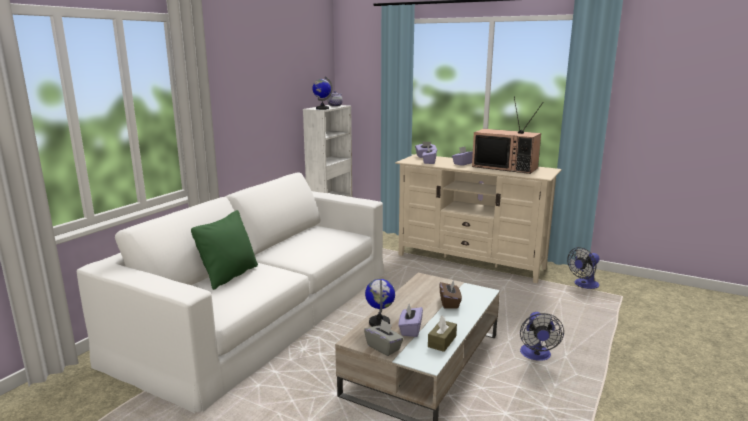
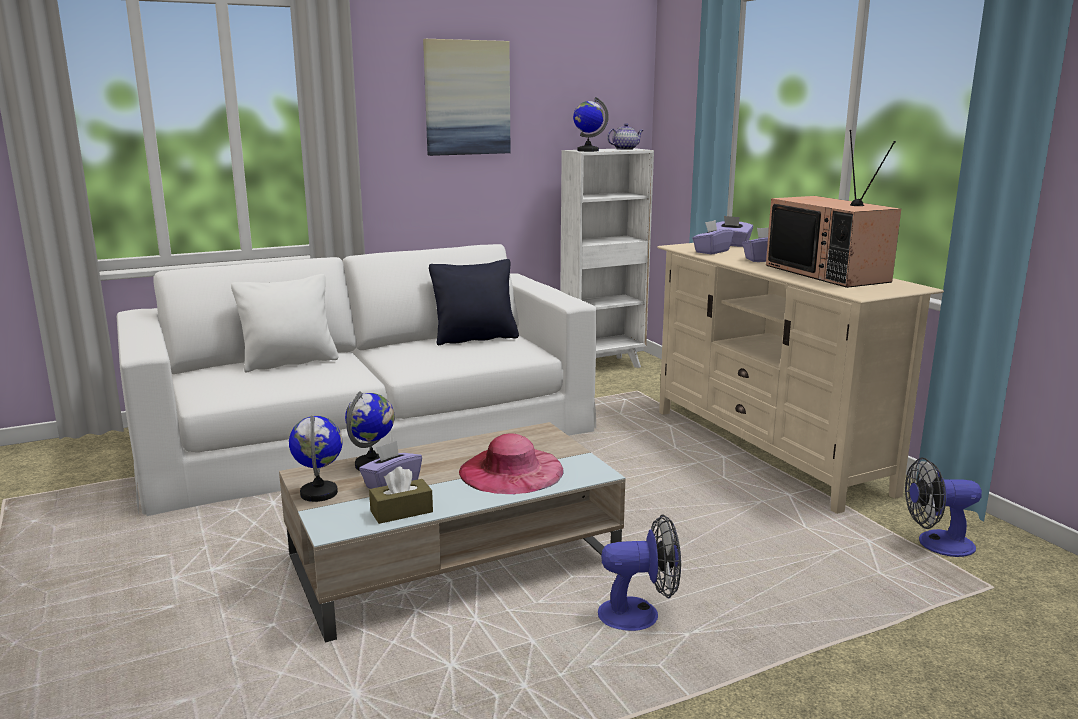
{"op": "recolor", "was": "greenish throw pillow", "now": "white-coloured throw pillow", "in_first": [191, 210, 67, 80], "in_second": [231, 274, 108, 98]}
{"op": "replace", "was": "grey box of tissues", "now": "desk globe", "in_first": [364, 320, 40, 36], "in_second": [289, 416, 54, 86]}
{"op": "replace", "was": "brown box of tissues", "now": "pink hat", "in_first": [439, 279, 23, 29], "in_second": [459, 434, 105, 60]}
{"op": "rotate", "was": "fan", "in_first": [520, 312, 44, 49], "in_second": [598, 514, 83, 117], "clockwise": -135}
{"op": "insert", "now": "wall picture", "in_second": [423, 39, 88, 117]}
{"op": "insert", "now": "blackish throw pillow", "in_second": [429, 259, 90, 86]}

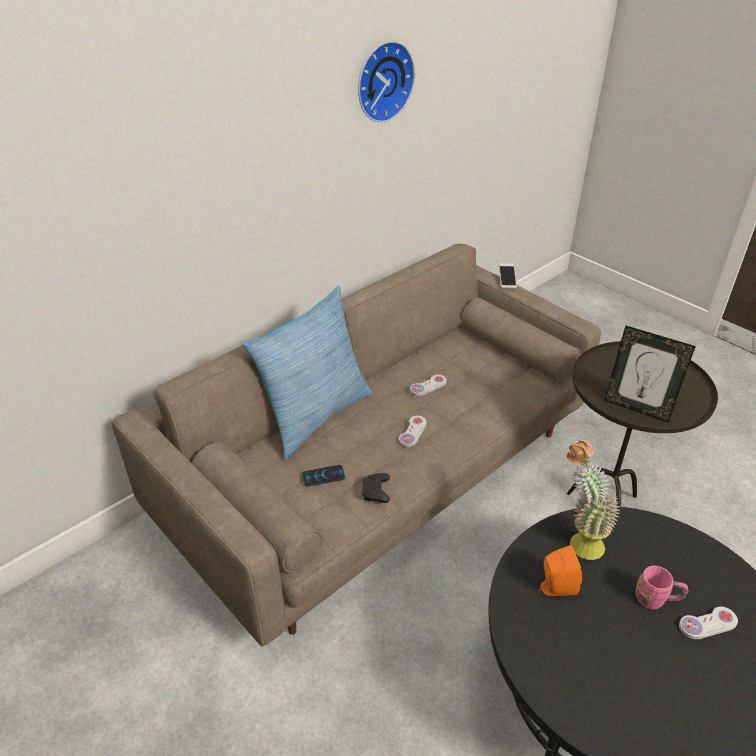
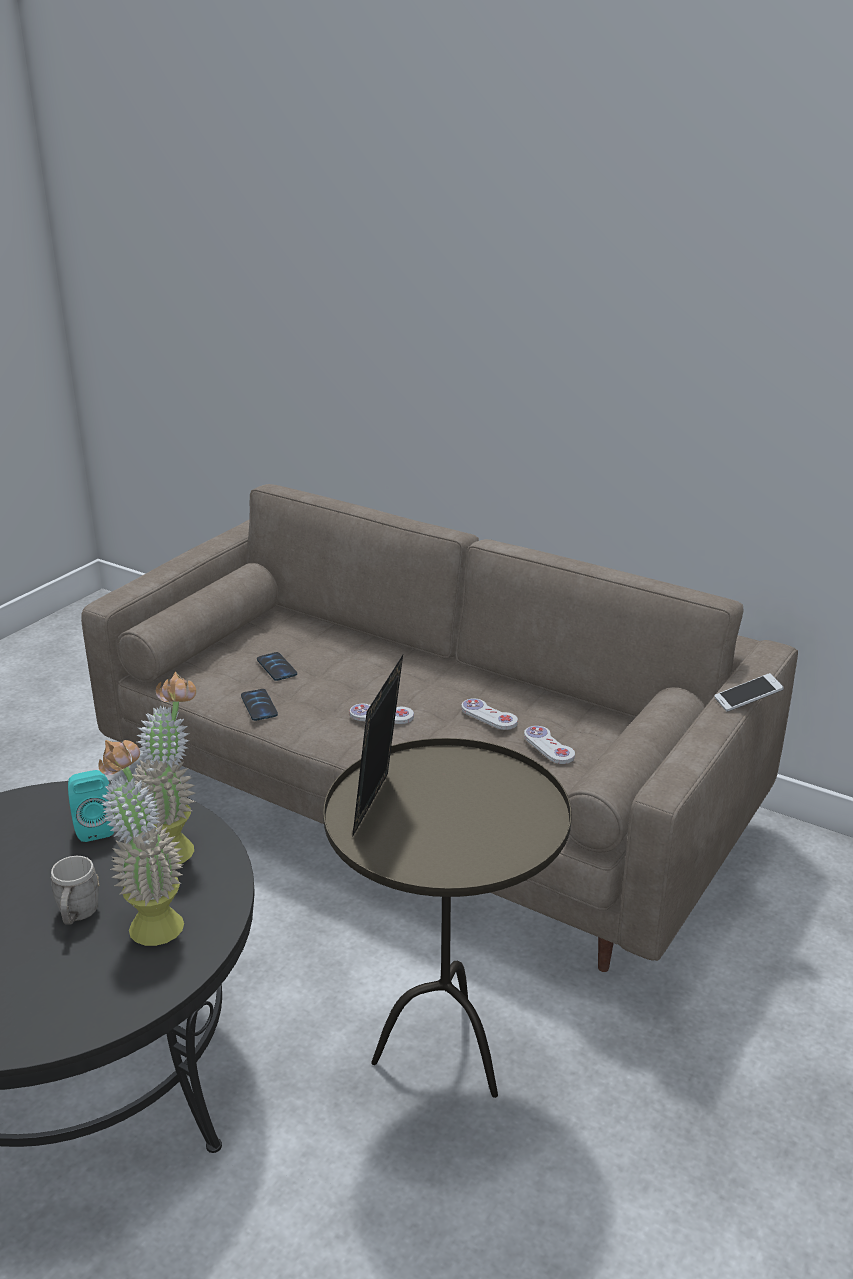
{"op": "delete", "was": "throw pillow", "in_first": [242, 286, 131, 174]}
{"op": "delete", "was": "wall clock", "in_first": [358, 41, 57, 82]}
{"op": "replace", "was": "blackish game controller", "now": "handset", "in_first": [362, 473, 28, 30], "in_second": [241, 689, 37, 32]}
{"op": "recolor", "was": "orangey speaker", "now": "turquoise-coloured speaker", "in_first": [539, 545, 43, 51], "in_second": [68, 770, 46, 72]}
{"op": "recolor", "was": "pink coffee mug", "now": "grey coffee mug", "in_first": [635, 566, 53, 44], "in_second": [51, 856, 49, 69]}
{"op": "move", "was": "white-coloured game controller", "in_first": [679, 607, 59, 32], "in_second": [524, 726, 51, 38]}
{"op": "insert", "now": "plant in a pot", "in_second": [98, 740, 86, 206]}

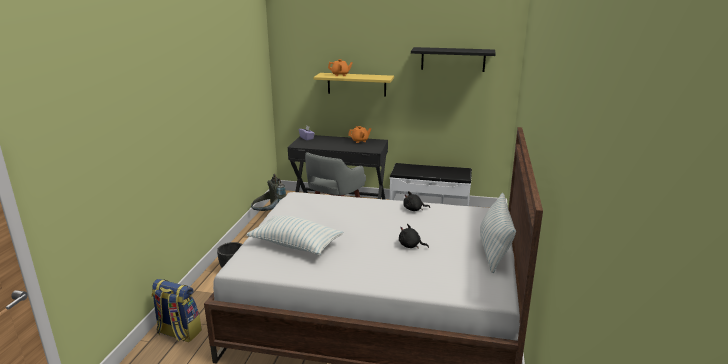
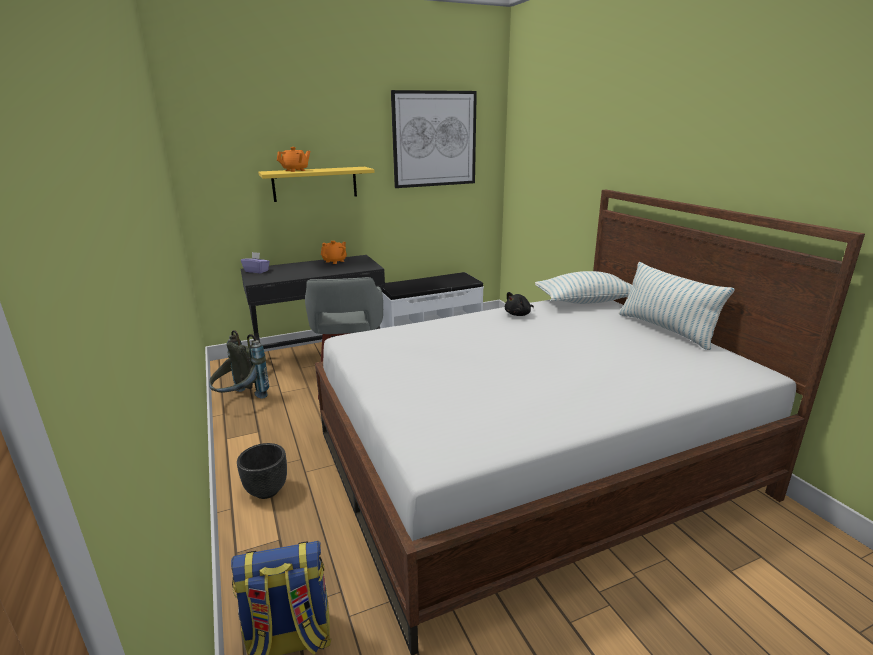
{"op": "move", "was": "throw pillow", "in_first": [246, 215, 97, 40], "in_second": [535, 271, 97, 33]}
{"op": "delete", "was": "blackish plush toy", "in_first": [399, 224, 30, 25]}
{"op": "replace", "was": "blackish wall shelf", "now": "wall picture", "in_first": [411, 47, 85, 25], "in_second": [391, 90, 86, 98]}

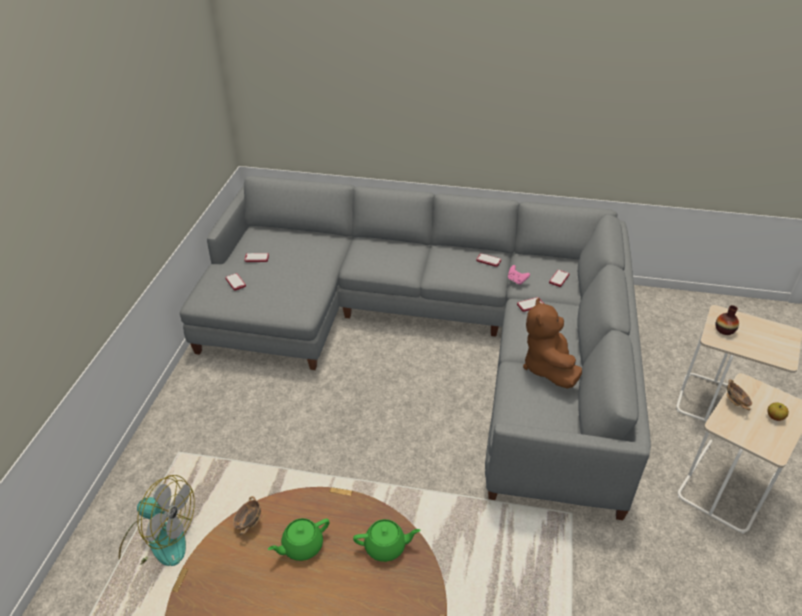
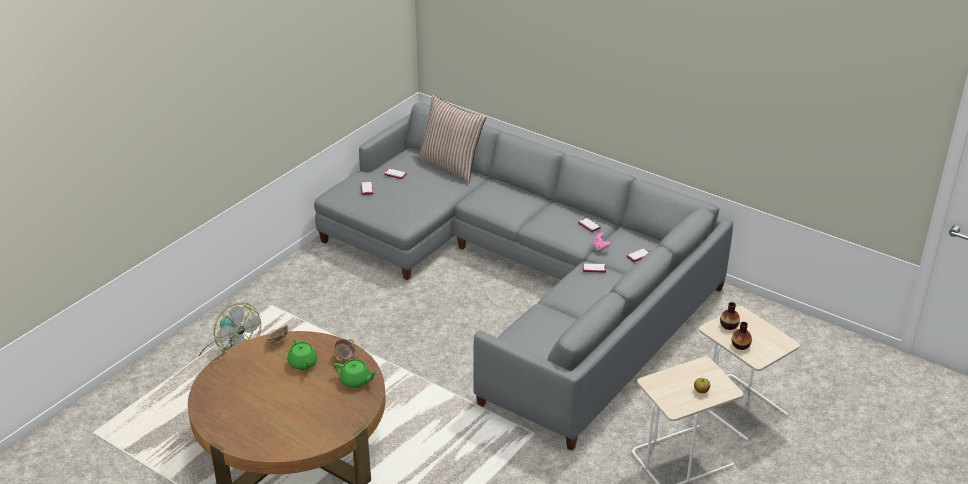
{"op": "rotate", "was": "greenish pot for tea", "in_first": [268, 518, 61, 43], "in_second": [287, 339, 31, 31], "clockwise": -105}
{"op": "delete", "was": "brown plush toy", "in_first": [523, 298, 59, 90]}
{"op": "move", "was": "deep dish", "in_first": [727, 379, 25, 32], "in_second": [334, 339, 22, 23]}
{"op": "insert", "now": "throw pillow", "in_second": [417, 94, 69, 89]}
{"op": "insert", "now": "decorative vase", "in_second": [732, 322, 20, 28]}

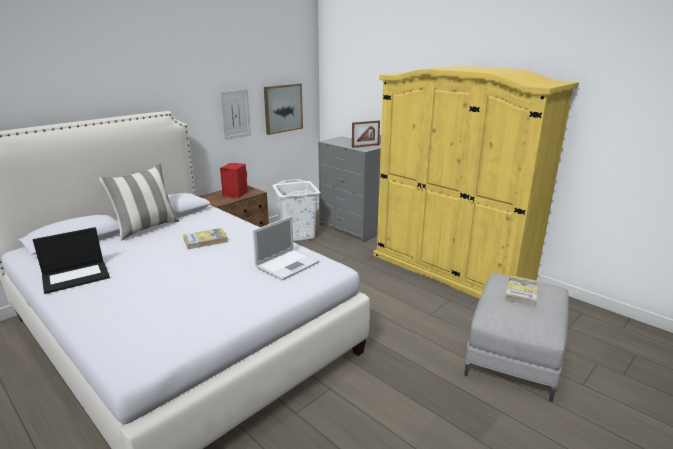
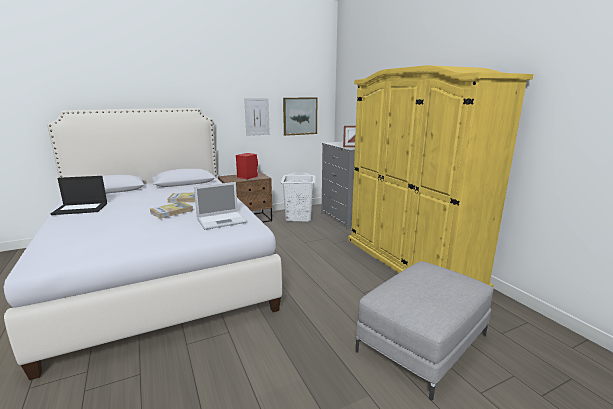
{"op": "delete", "was": "throw pillow", "in_first": [99, 163, 80, 78]}
{"op": "move", "was": "volume", "in_first": [505, 275, 34, 32], "in_second": [150, 202, 43, 17]}

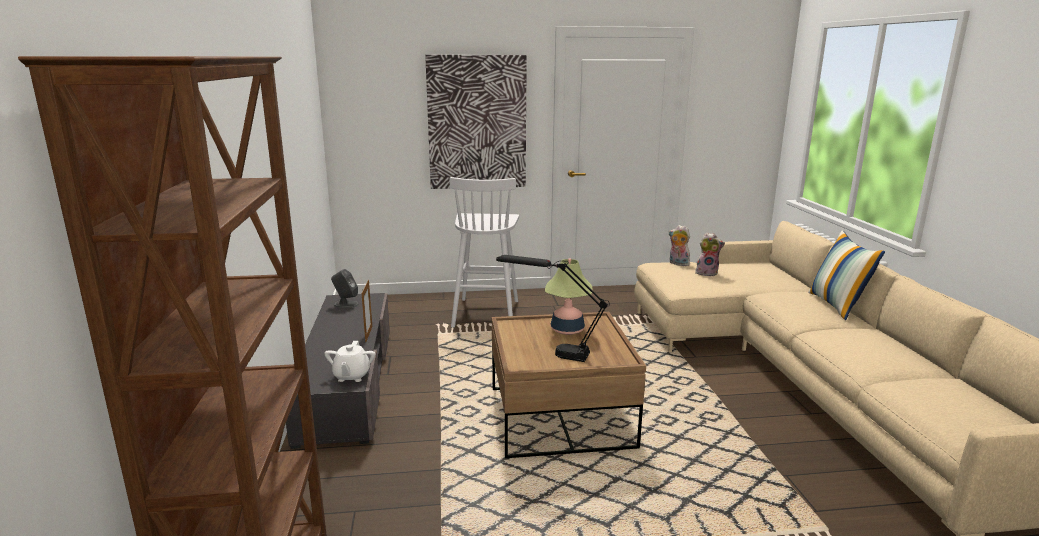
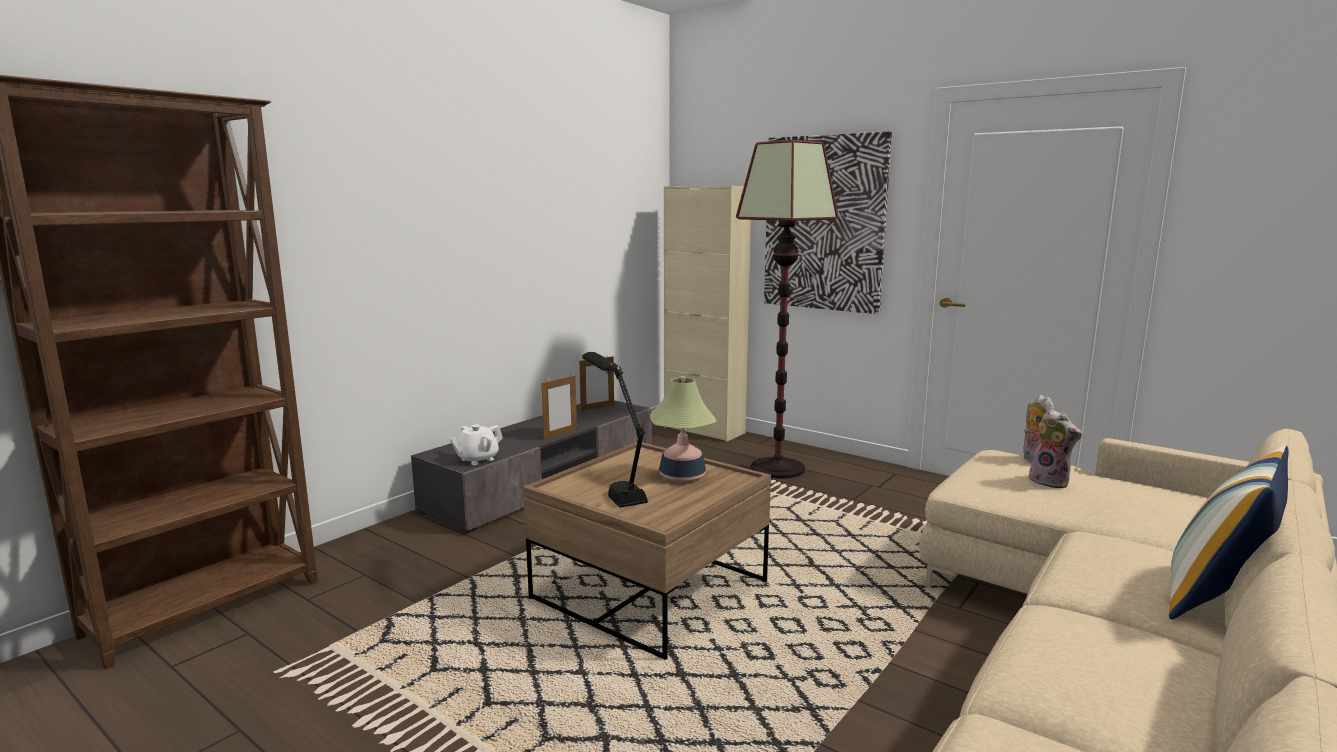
{"op": "replace", "was": "grey speaker", "now": "standing frame", "in_first": [331, 269, 28, 39], "in_second": [579, 356, 35, 55]}
{"op": "replace", "was": "white-coloured sitting stool", "now": "standard lamp", "in_first": [449, 177, 70, 151], "in_second": [736, 140, 103, 339]}
{"op": "insert", "now": "beige cabinet", "in_second": [664, 186, 87, 256]}

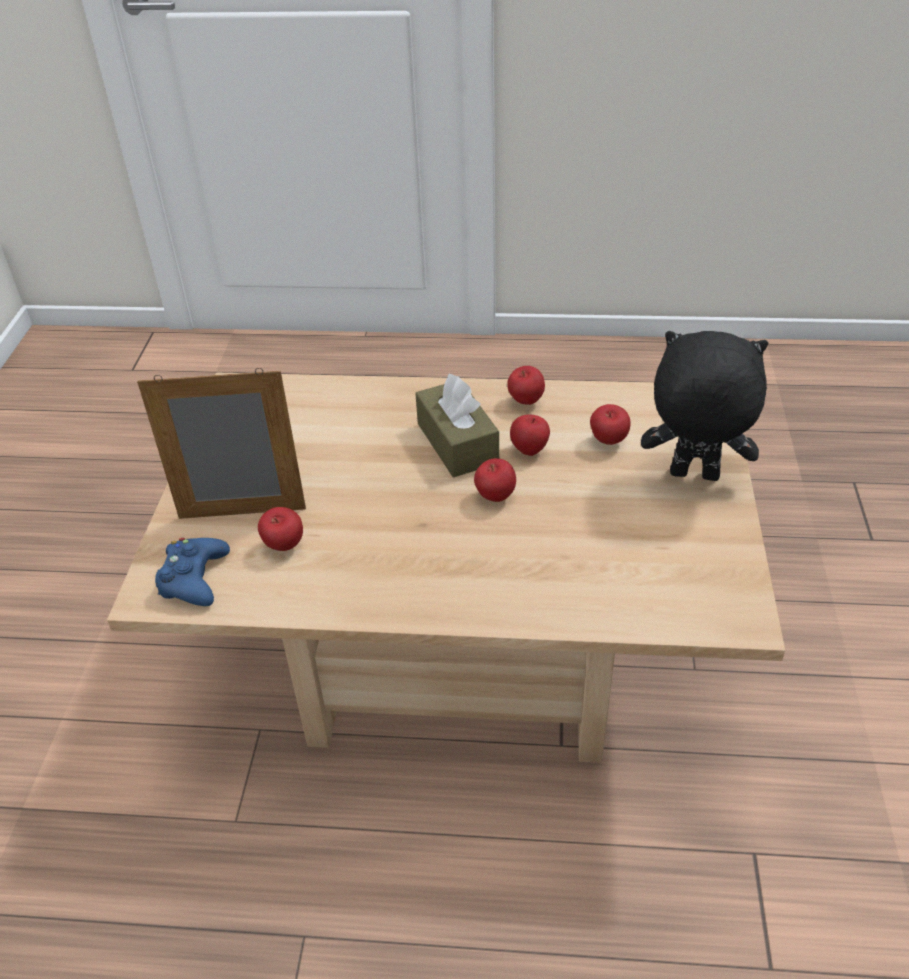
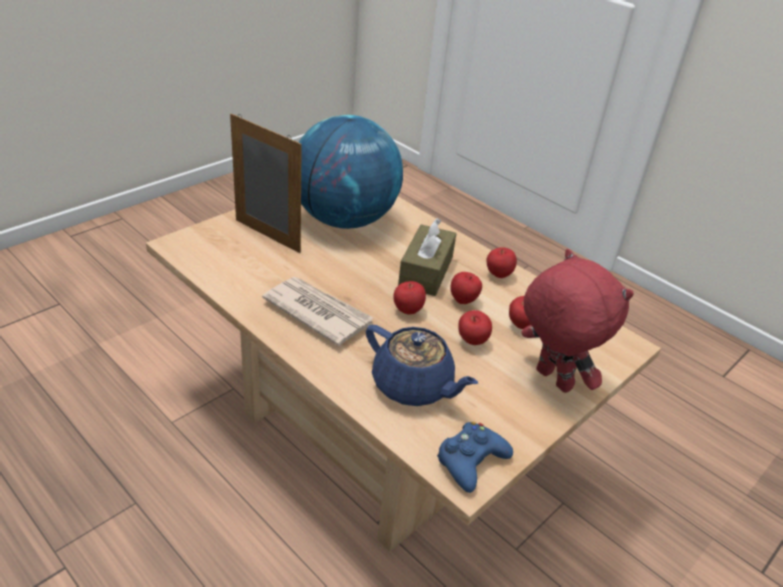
{"op": "move", "was": "bluish game controller", "in_first": [155, 538, 75, 68], "in_second": [437, 422, 76, 71]}
{"op": "move", "was": "apple", "in_first": [258, 507, 45, 44], "in_second": [458, 310, 34, 35]}
{"op": "recolor", "was": "blackish plush toy", "now": "red plush toy", "in_first": [641, 331, 127, 150], "in_second": [521, 249, 113, 144]}
{"op": "insert", "now": "daily paper", "in_second": [262, 277, 111, 69]}
{"op": "insert", "now": "desk globe", "in_second": [299, 115, 104, 114]}
{"op": "insert", "now": "bluish pot for tea", "in_second": [366, 325, 112, 81]}

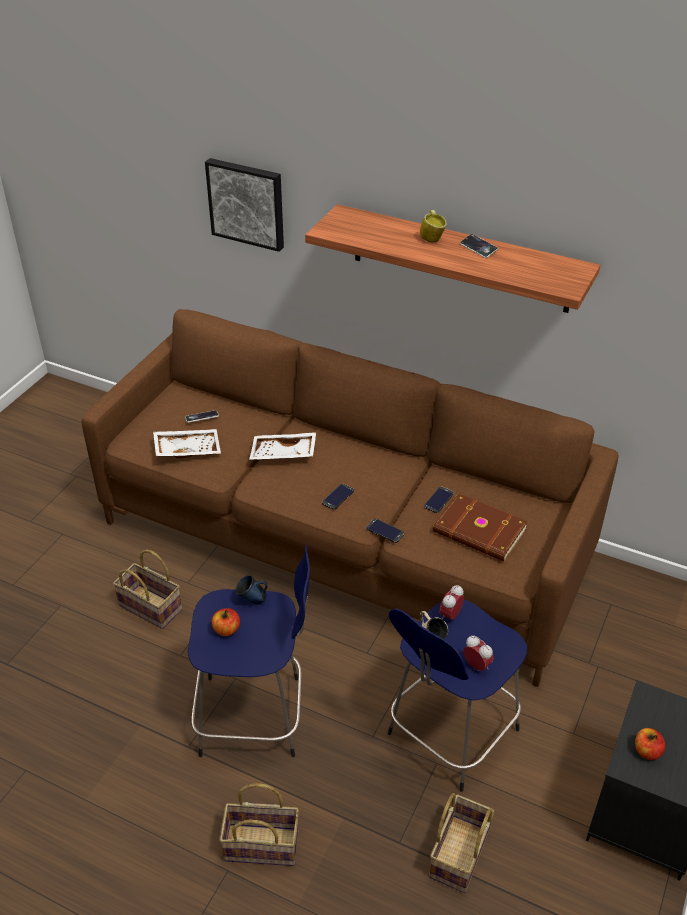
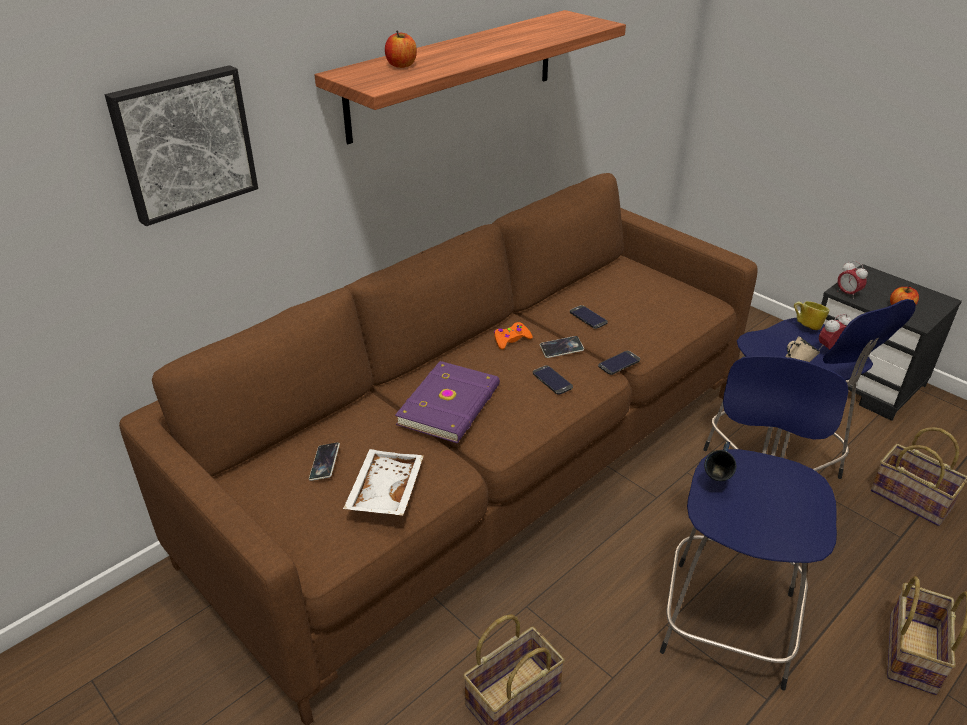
{"op": "move", "was": "apple", "in_first": [211, 608, 29, 28], "in_second": [385, 30, 32, 38]}
{"op": "replace", "was": "white-coloured serving tray", "now": "purple volume", "in_first": [249, 432, 67, 28], "in_second": [395, 361, 105, 82]}
{"op": "move", "was": "coffee mug", "in_first": [420, 210, 27, 32], "in_second": [794, 301, 35, 29]}
{"op": "delete", "was": "brown volume", "in_first": [433, 493, 95, 69]}
{"op": "move", "was": "bedside clock", "in_first": [439, 585, 25, 35], "in_second": [837, 261, 31, 38]}
{"op": "move", "was": "handset", "in_first": [460, 234, 38, 24], "in_second": [540, 336, 44, 22]}
{"op": "insert", "now": "orangey game controller", "in_second": [494, 322, 39, 27]}

